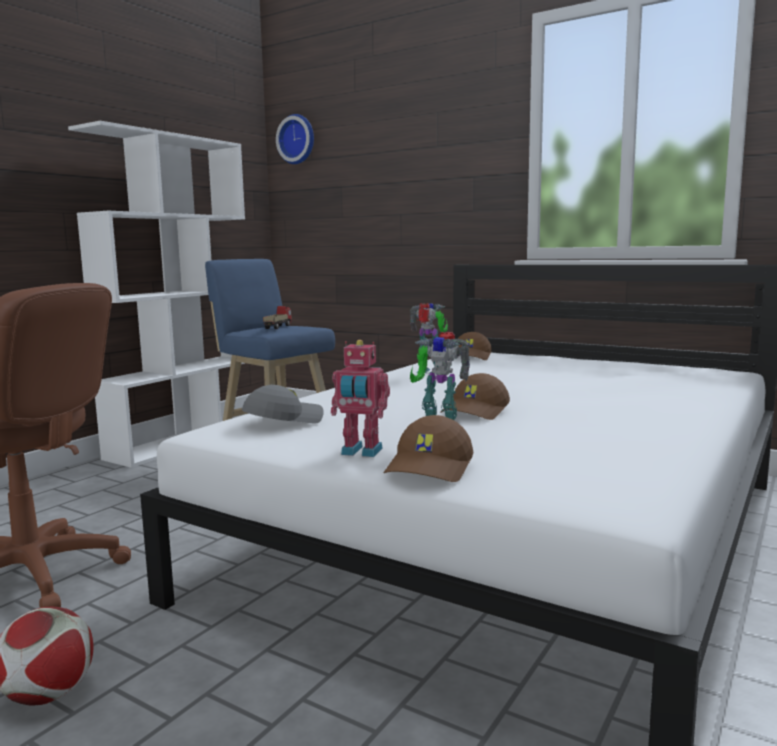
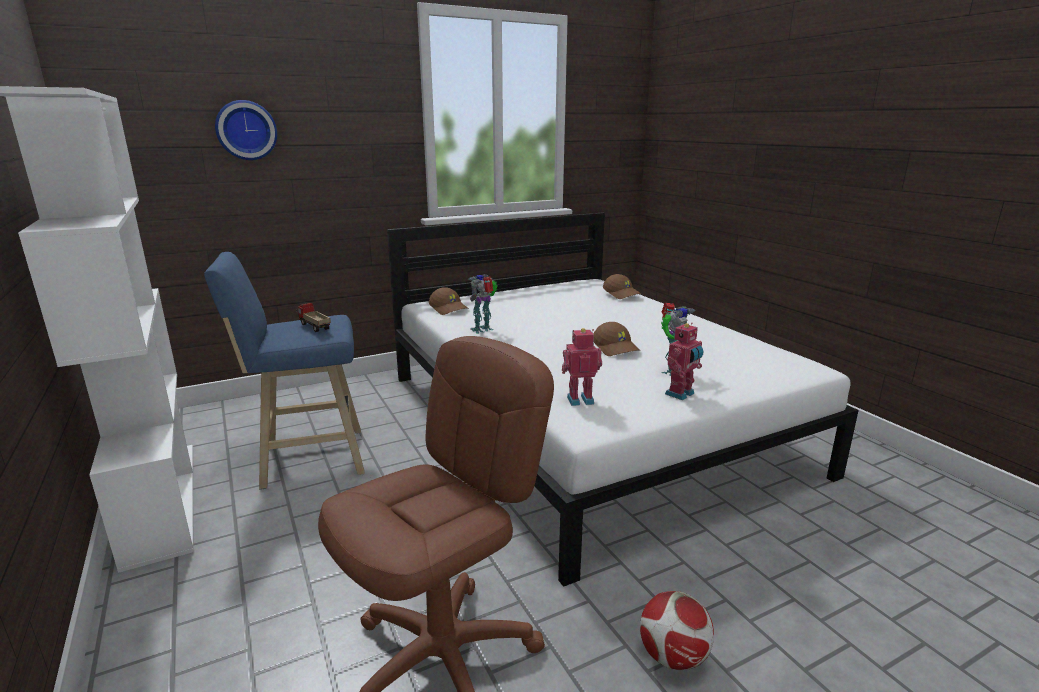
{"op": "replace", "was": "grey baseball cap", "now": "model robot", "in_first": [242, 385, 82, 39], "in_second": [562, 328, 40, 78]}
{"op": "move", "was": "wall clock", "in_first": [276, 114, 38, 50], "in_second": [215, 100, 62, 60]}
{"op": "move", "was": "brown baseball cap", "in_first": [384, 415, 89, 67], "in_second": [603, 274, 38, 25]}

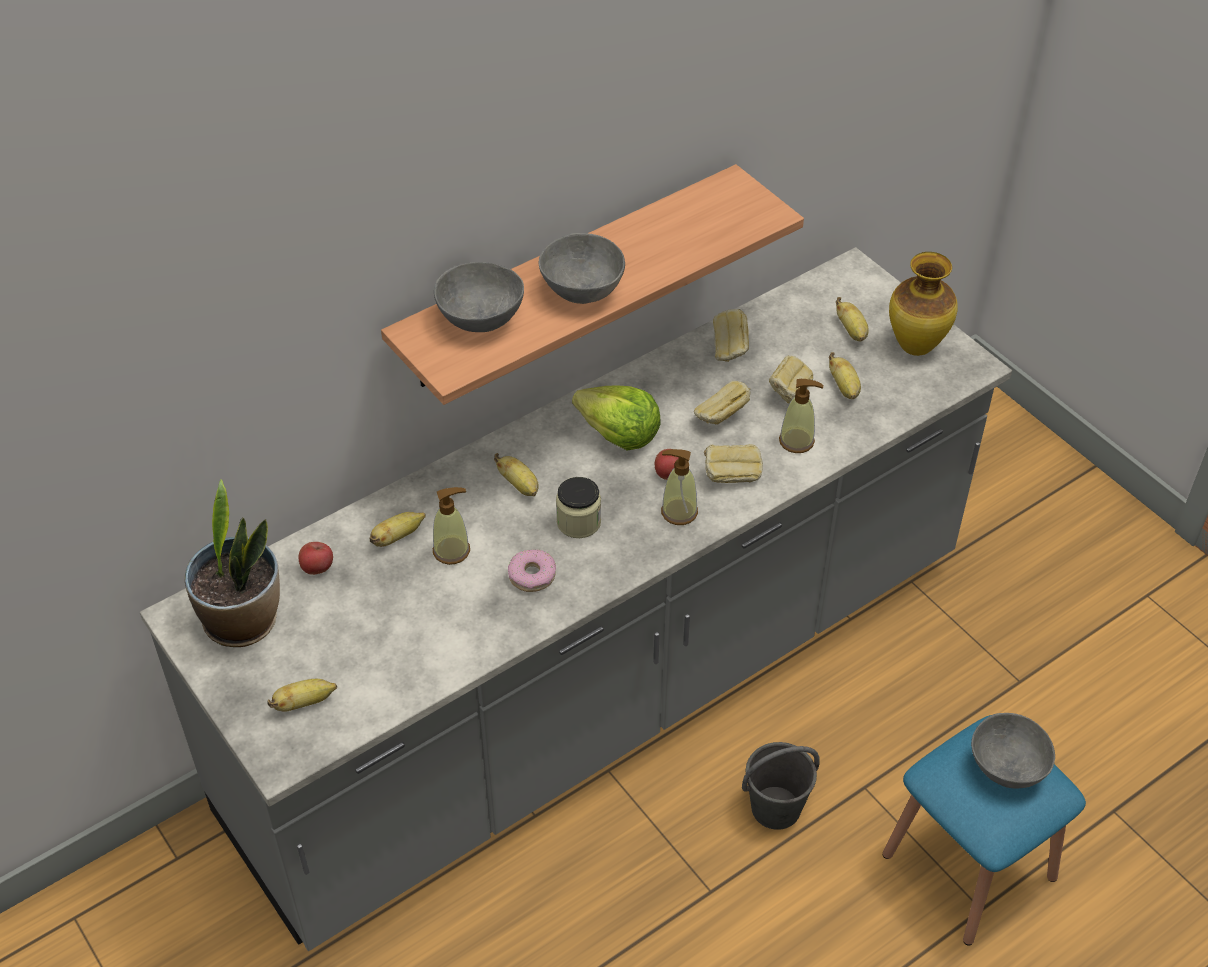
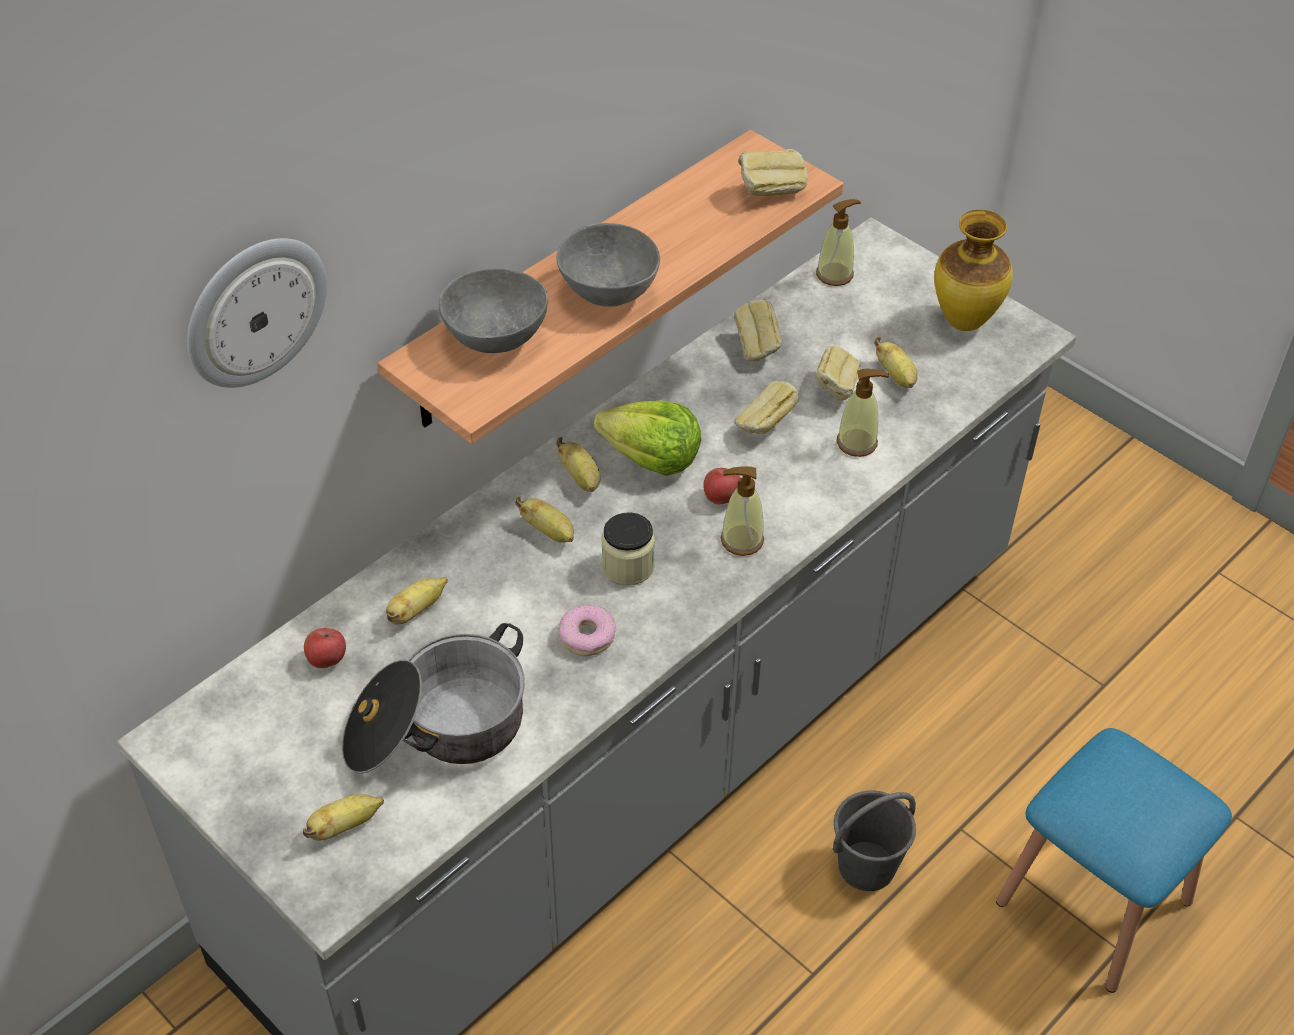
{"op": "delete", "was": "plant in a pot", "in_first": [184, 479, 96, 168]}
{"op": "move", "was": "soap dispenser", "in_first": [433, 487, 37, 78], "in_second": [816, 199, 45, 87]}
{"op": "move", "was": "bakery bread", "in_first": [704, 444, 59, 39], "in_second": [738, 149, 70, 47]}
{"op": "move", "was": "whole banana", "in_first": [836, 297, 33, 44], "in_second": [556, 437, 44, 55]}
{"op": "delete", "was": "grey deep dish", "in_first": [971, 713, 84, 75]}
{"op": "insert", "now": "wall clock", "in_second": [187, 238, 140, 150]}
{"op": "insert", "now": "saucepot", "in_second": [342, 623, 183, 151]}

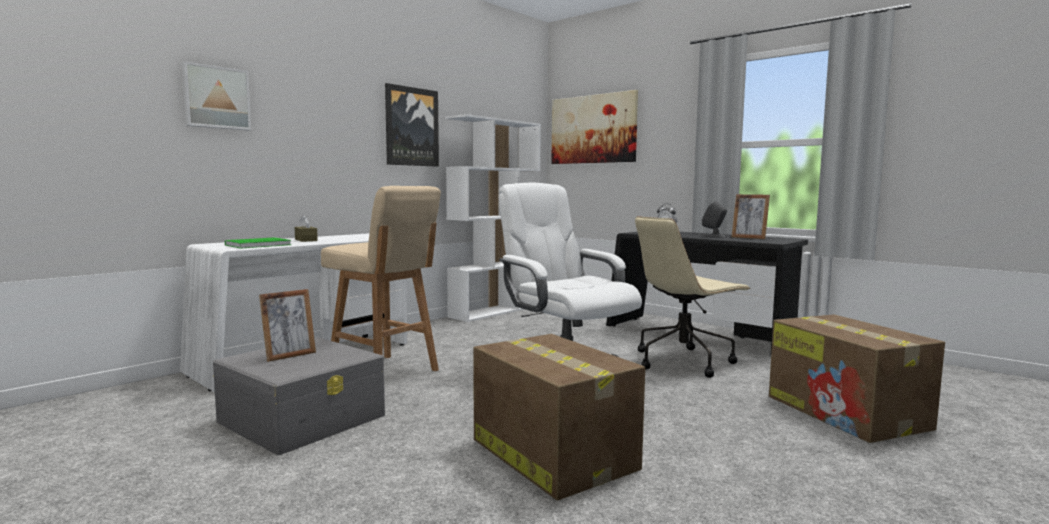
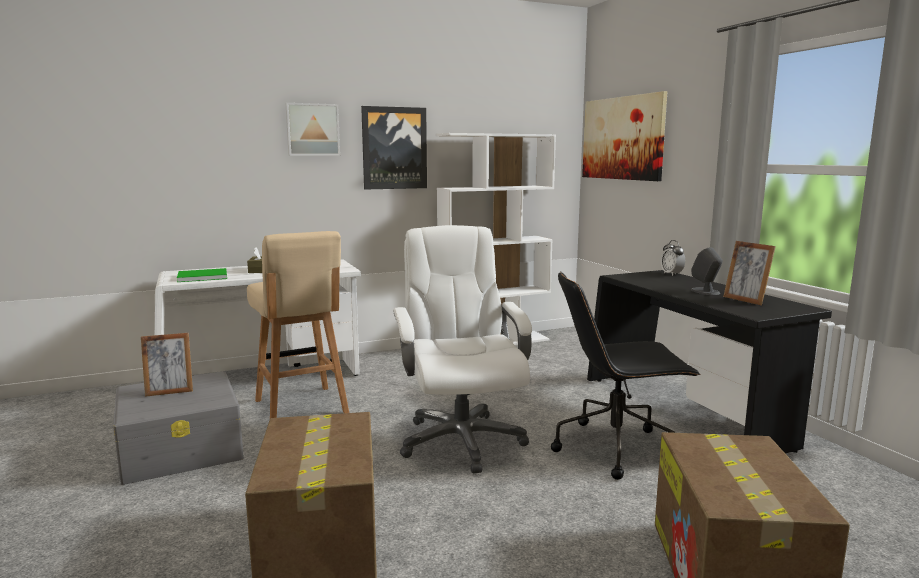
{"op": "move", "was": "wall picture", "in_first": [182, 61, 69, 69], "in_second": [285, 103, 55, 53]}
{"op": "recolor", "was": "beige office chair", "now": "blackish office chair", "in_first": [635, 216, 115, 162], "in_second": [551, 271, 149, 209]}

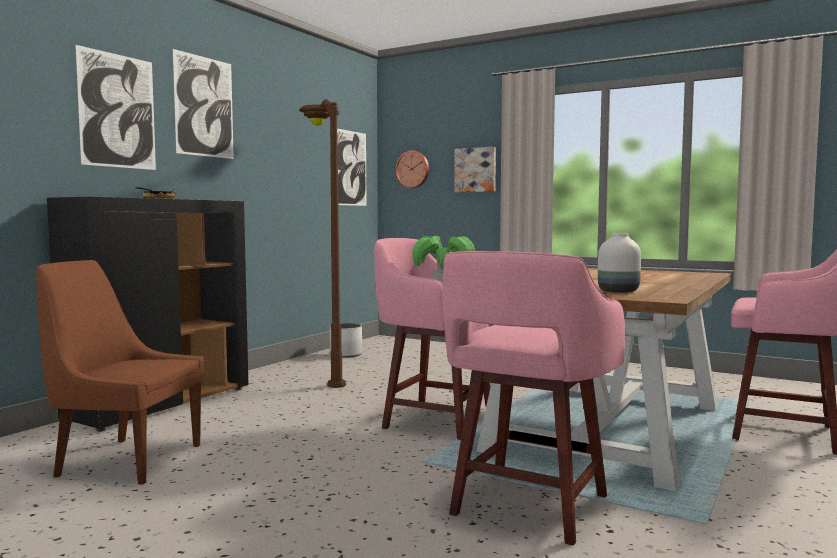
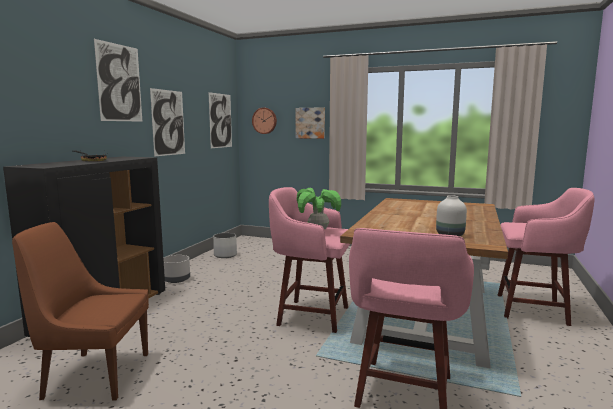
{"op": "move", "was": "wall picture", "in_first": [75, 45, 81, 125], "in_second": [150, 88, 35, 69]}
{"op": "delete", "was": "brown standard lamp", "in_first": [299, 99, 47, 289]}
{"op": "insert", "now": "grey planter", "in_second": [163, 255, 27, 28]}

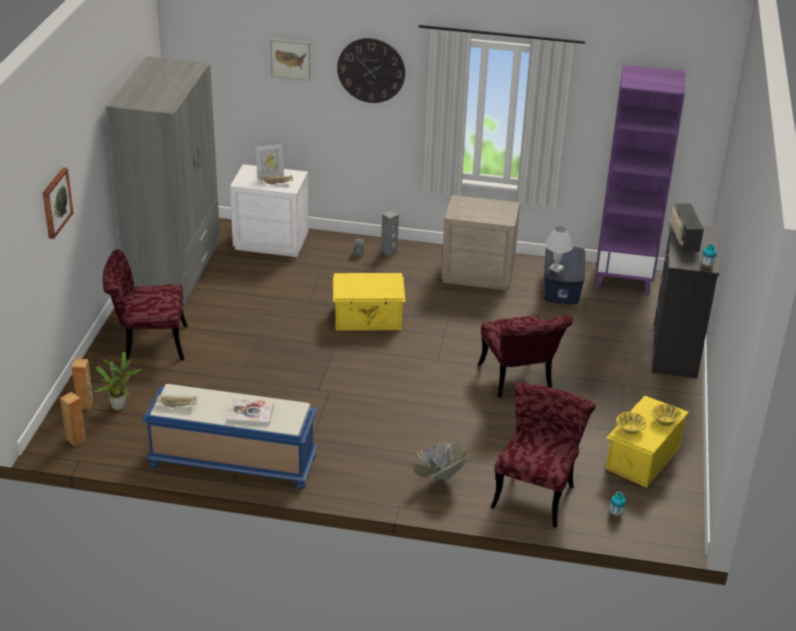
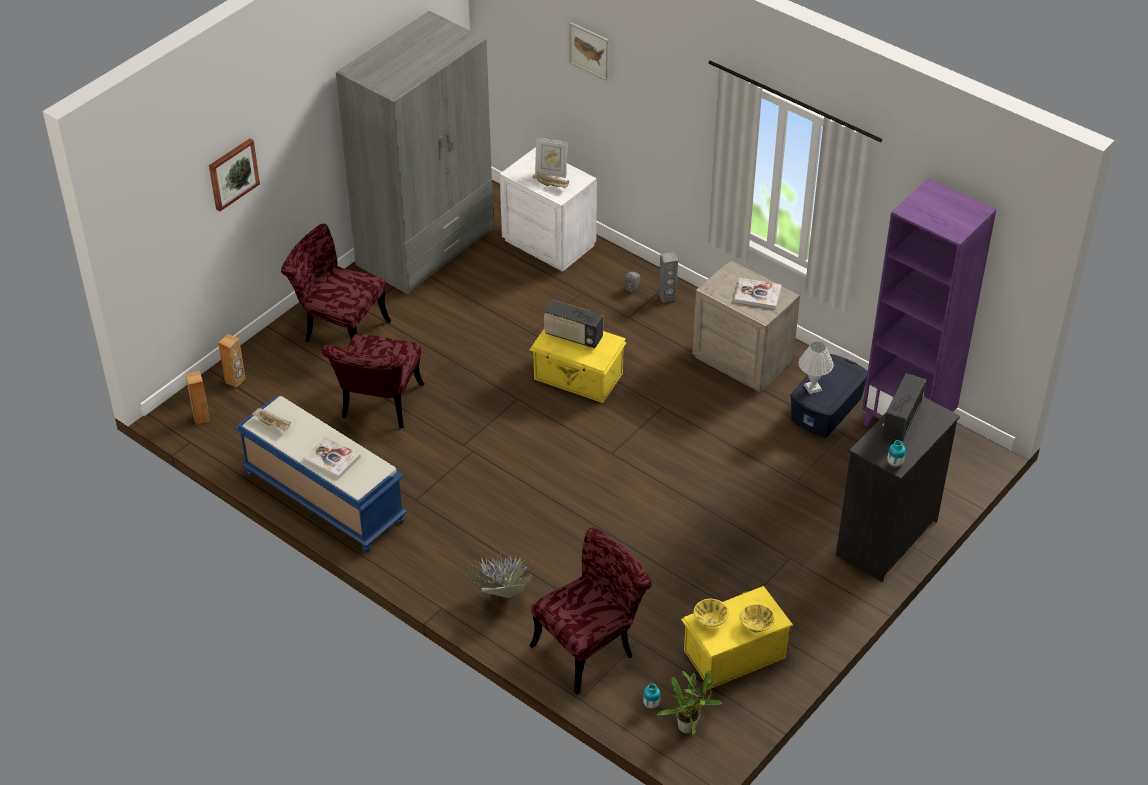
{"op": "move", "was": "plant in a pot", "in_first": [95, 352, 47, 58], "in_second": [657, 671, 65, 64]}
{"op": "delete", "was": "wall clock", "in_first": [337, 38, 68, 65]}
{"op": "move", "was": "red chair", "in_first": [478, 315, 95, 83], "in_second": [321, 334, 103, 95]}
{"op": "insert", "now": "radio set", "in_second": [544, 300, 59, 48]}
{"op": "insert", "now": "volume", "in_second": [734, 278, 47, 31]}

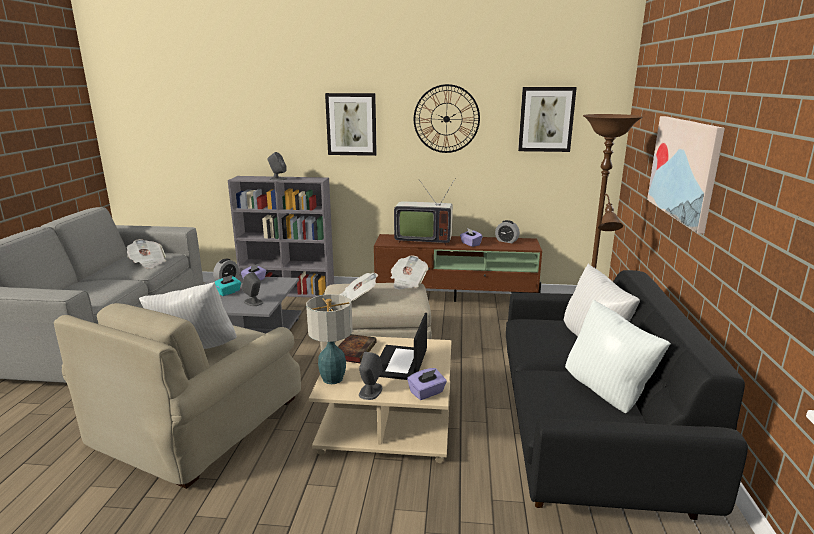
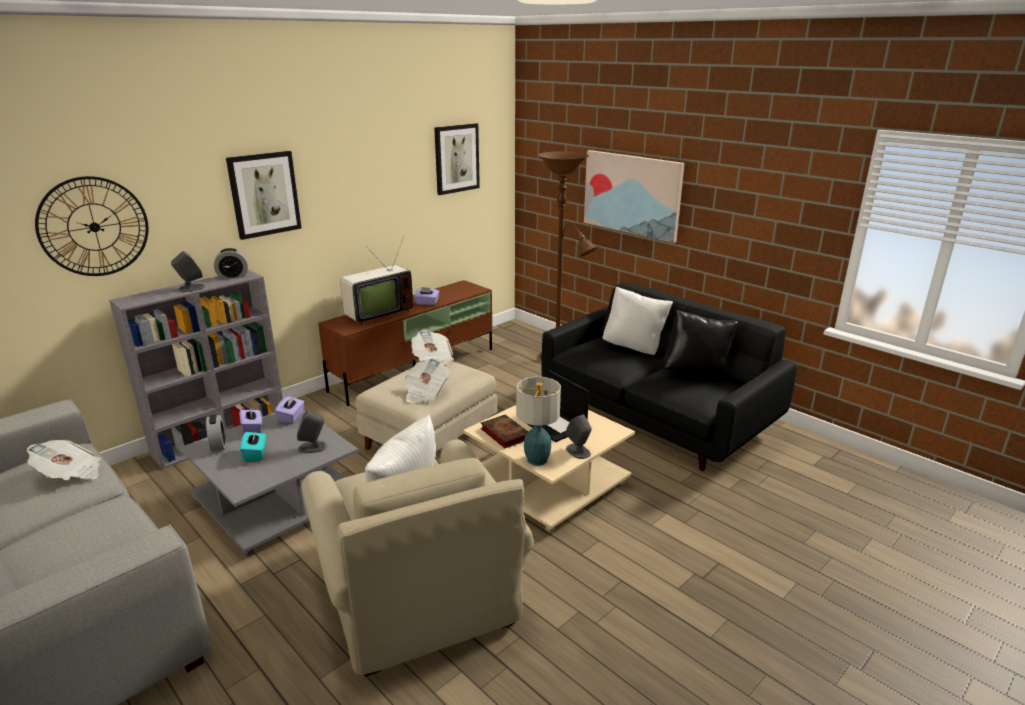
{"op": "move", "was": "purple box of tissues", "in_first": [407, 368, 40, 32], "in_second": [275, 396, 29, 27]}
{"op": "move", "was": "wall clock", "in_first": [414, 84, 66, 69], "in_second": [35, 176, 114, 100]}
{"op": "move", "was": "bedside clock", "in_first": [495, 220, 25, 23], "in_second": [214, 248, 34, 31]}
{"op": "recolor", "was": "white-coloured throw pillow", "now": "blackish throw pillow", "in_first": [565, 299, 106, 114], "in_second": [664, 310, 74, 70]}

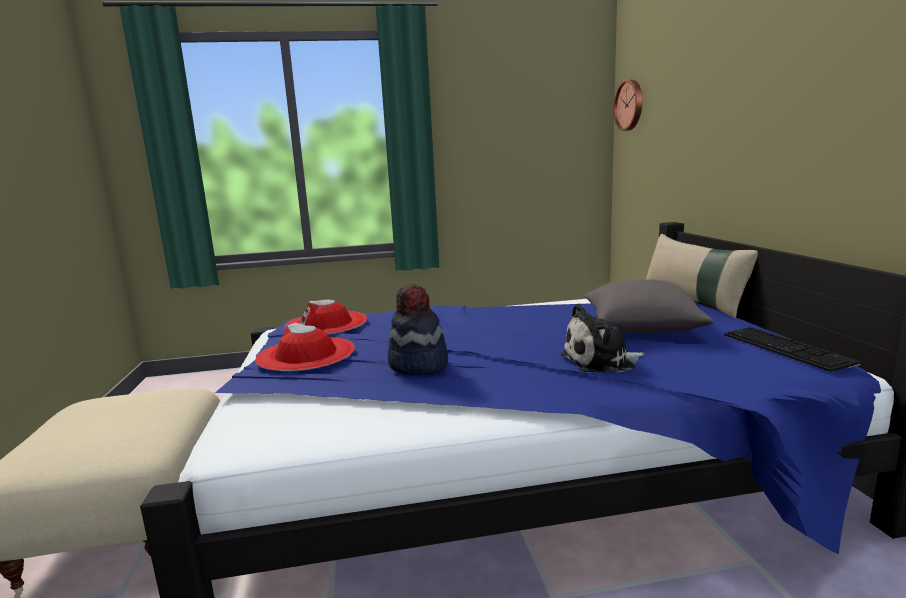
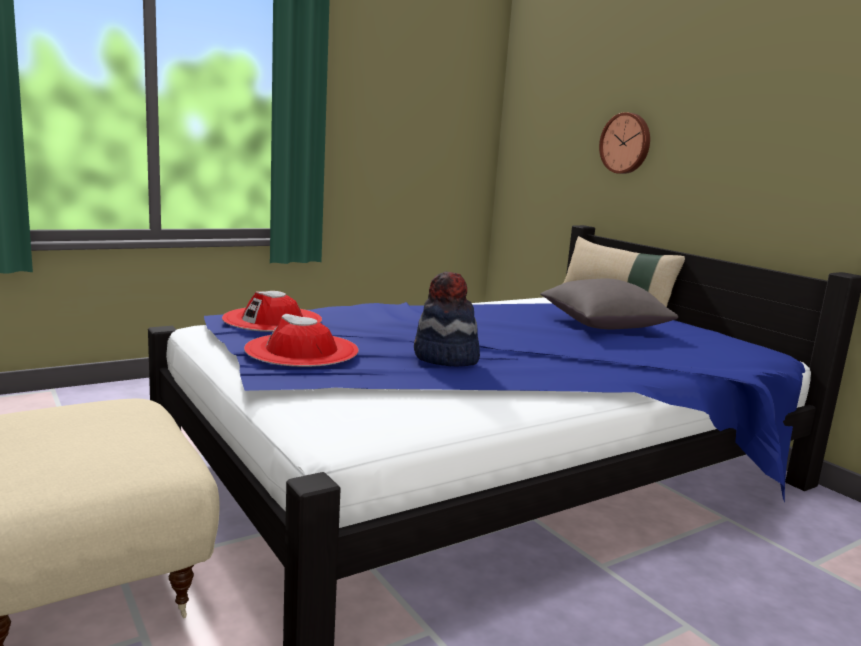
{"op": "delete", "was": "plush toy", "in_first": [561, 303, 84, 70]}
{"op": "move", "was": "wall clock", "in_first": [614, 80, 28, 51], "in_second": [599, 112, 51, 62]}
{"op": "delete", "was": "computer keyboard", "in_first": [724, 327, 137, 45]}

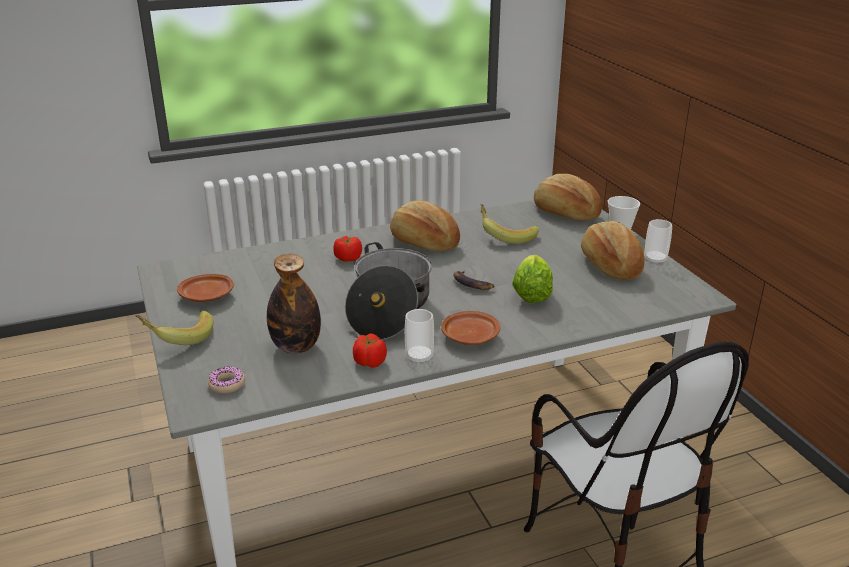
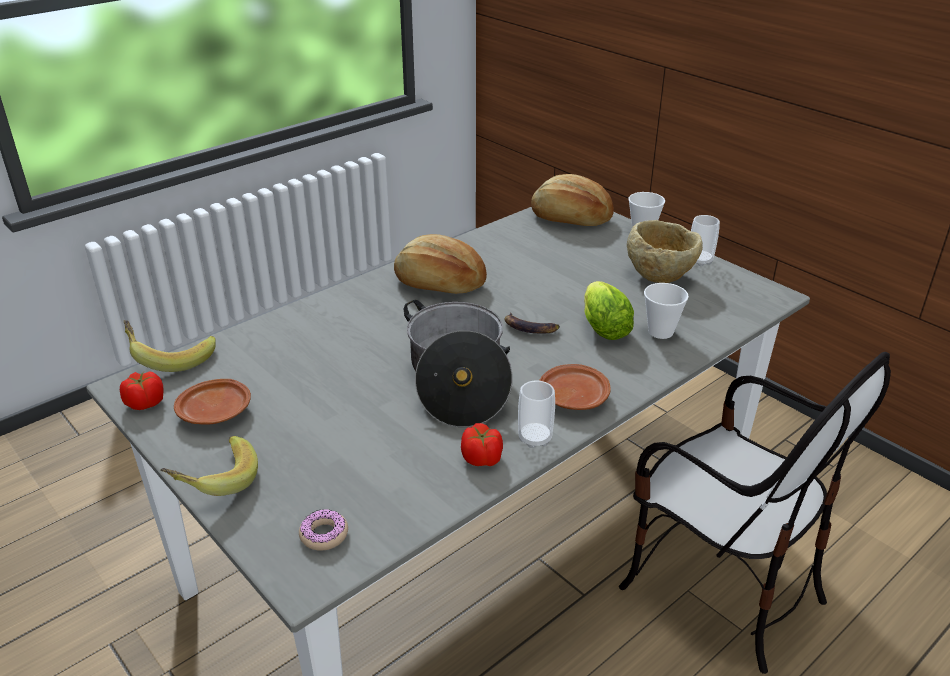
{"op": "delete", "was": "beverage bottle", "in_first": [267, 254, 54, 100]}
{"op": "move", "was": "whole tomato", "in_first": [334, 236, 28, 26], "in_second": [120, 371, 44, 39]}
{"op": "move", "was": "whole banana", "in_first": [480, 204, 59, 40], "in_second": [124, 320, 92, 52]}
{"op": "replace", "was": "bakery bread", "now": "beige deep dish", "in_first": [581, 221, 63, 59], "in_second": [627, 220, 76, 63]}
{"op": "insert", "now": "cup", "in_second": [644, 283, 45, 56]}

